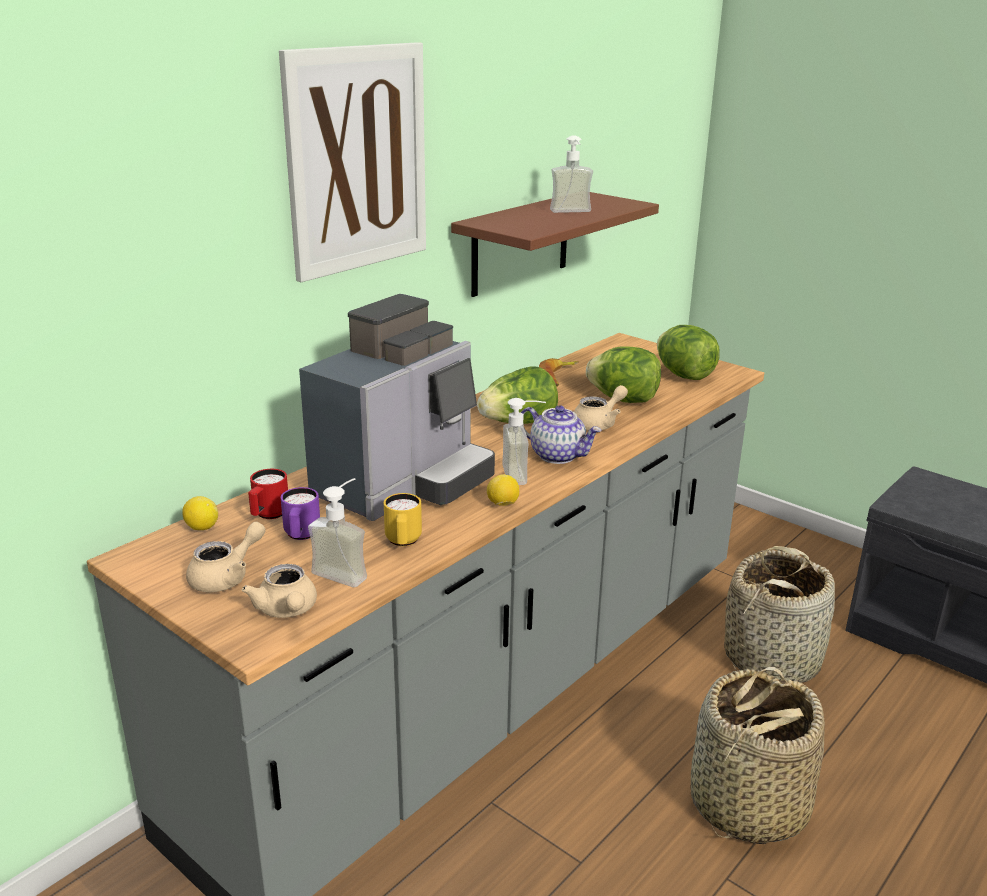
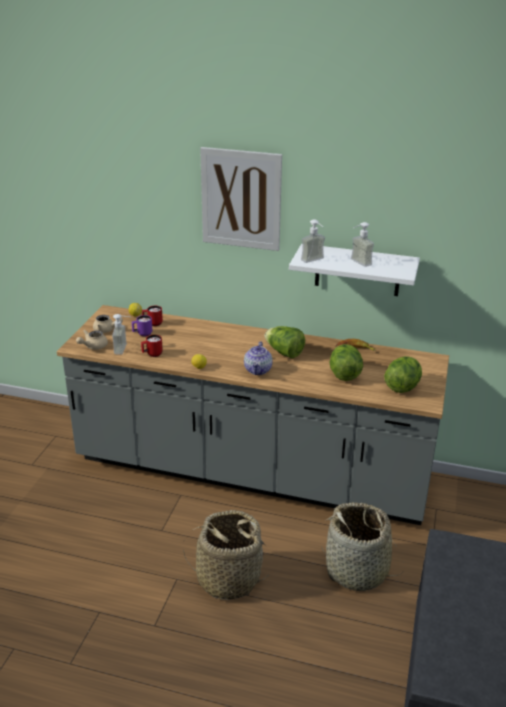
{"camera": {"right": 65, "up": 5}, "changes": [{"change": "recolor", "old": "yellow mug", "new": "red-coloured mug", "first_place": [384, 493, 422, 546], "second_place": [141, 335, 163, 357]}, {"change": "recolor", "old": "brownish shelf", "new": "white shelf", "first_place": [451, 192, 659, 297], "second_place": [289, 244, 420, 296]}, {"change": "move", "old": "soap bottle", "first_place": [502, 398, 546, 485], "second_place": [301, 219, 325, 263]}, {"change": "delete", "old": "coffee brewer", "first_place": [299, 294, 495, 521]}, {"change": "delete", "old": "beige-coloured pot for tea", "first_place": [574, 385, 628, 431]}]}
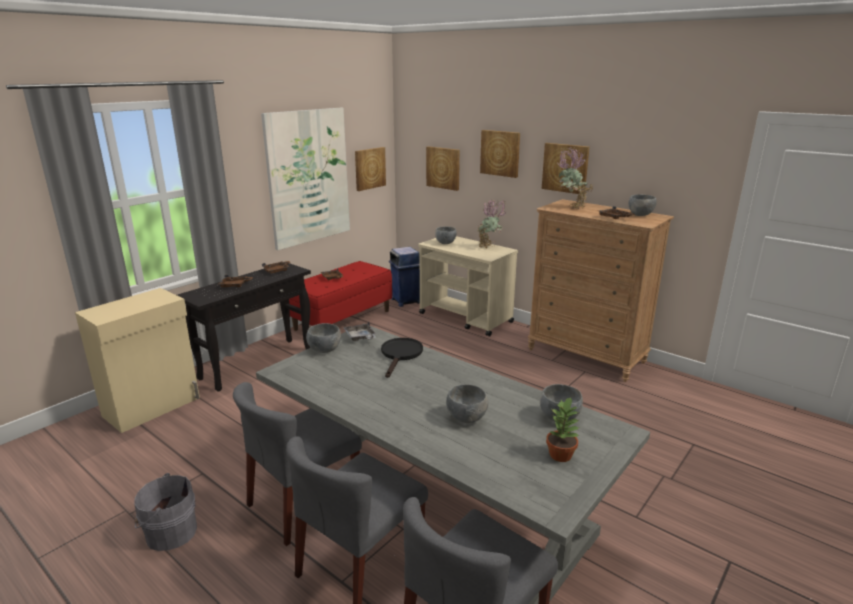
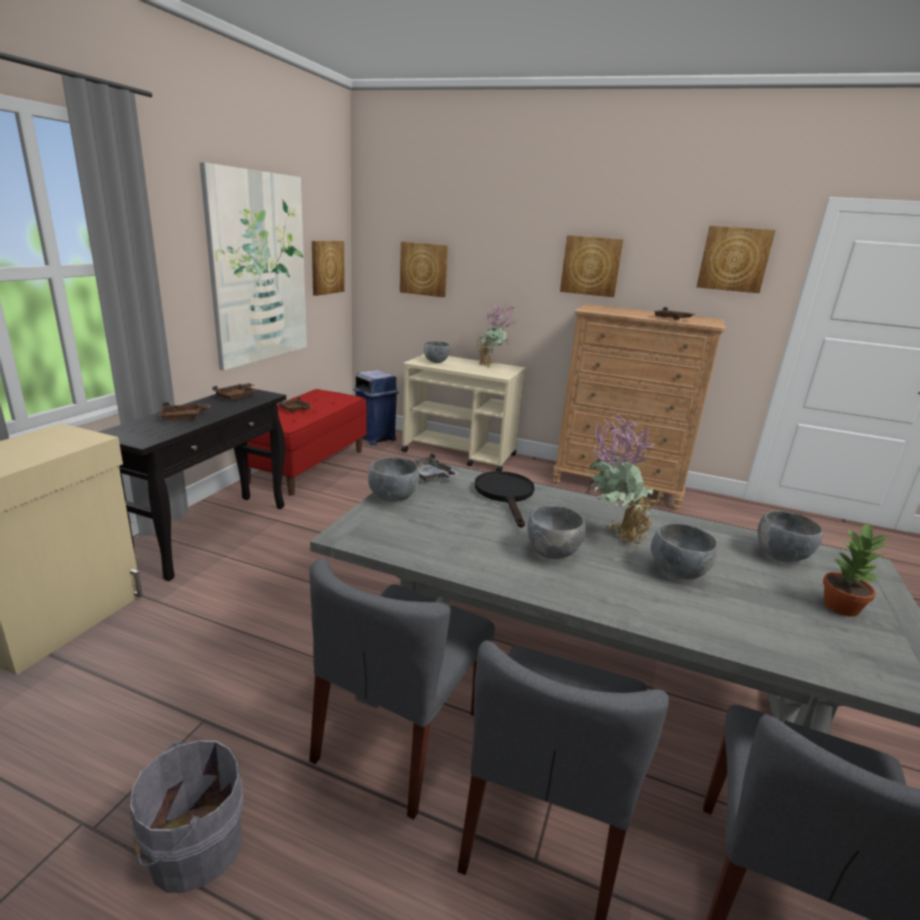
{"camera": {"right": -20, "up": 0}, "changes": [{"change": "move", "old": "greyish deep dish", "first_place": [629, 194, 657, 216], "second_place": [527, 505, 586, 559]}, {"change": "move", "old": "houseplant", "first_place": [558, 147, 593, 209], "second_place": [587, 413, 668, 547]}, {"change": "move", "old": "picture", "first_place": [480, 130, 520, 178], "second_place": [697, 226, 776, 293]}]}
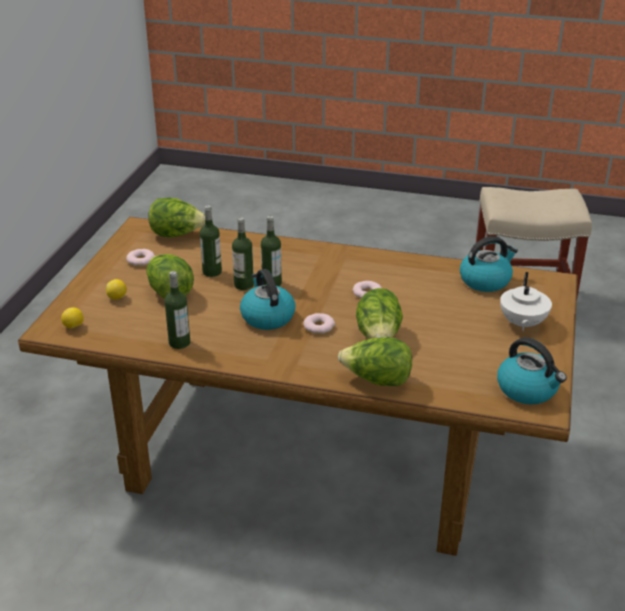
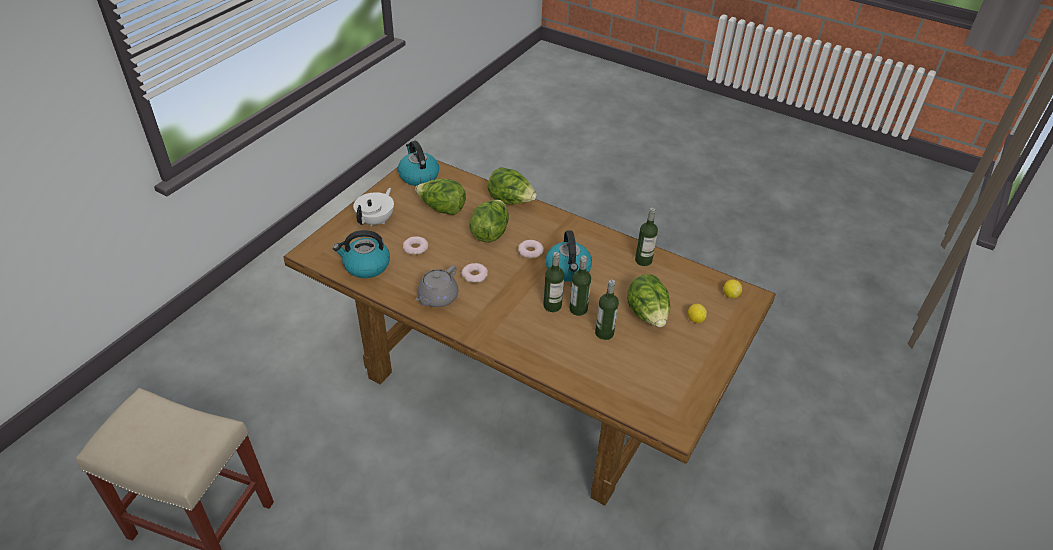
{"camera": {"right": -165, "up": 10}, "changes": [{"change": "move", "old": "donut", "first_place": [126, 249, 155, 266], "second_place": [403, 236, 429, 255]}, {"change": "move", "old": "lettuce", "first_place": [148, 198, 205, 238], "second_place": [415, 179, 466, 215]}, {"change": "insert", "new": "greyish pot for tea", "second_place": [415, 265, 458, 307]}]}
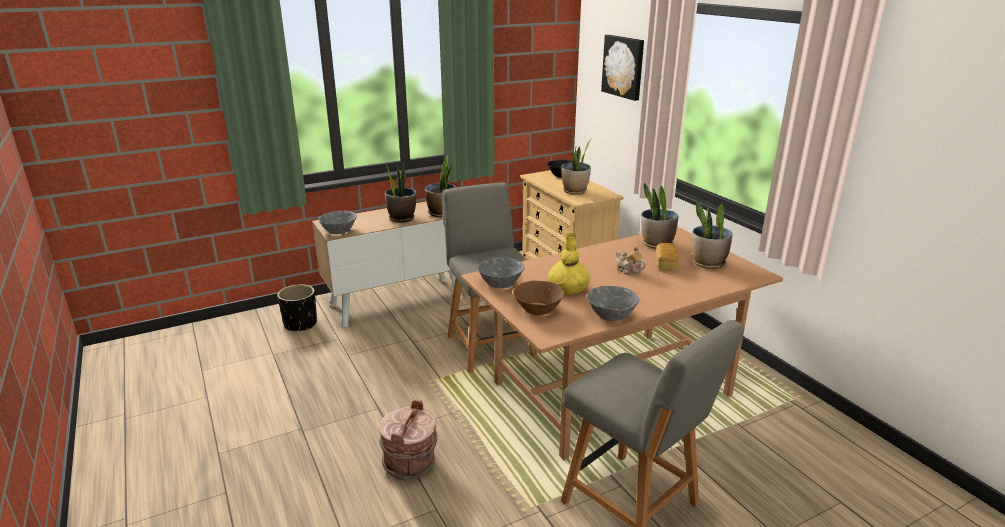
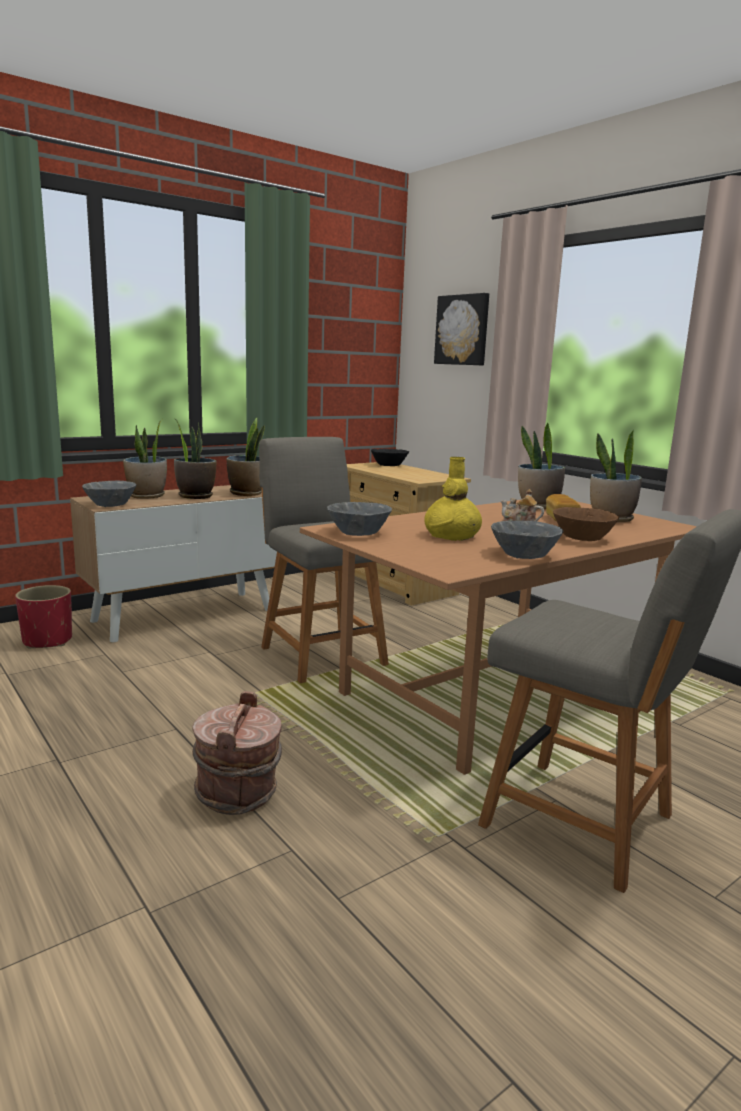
{"camera": {"right": -10, "up": -10}, "changes": [{"change": "recolor", "old": "blackish flower pot", "new": "red-coloured flower pot", "first_place": [277, 284, 317, 331], "second_place": [15, 585, 72, 649]}, {"change": "move", "old": "houseplant", "first_place": [561, 139, 591, 195], "second_place": [123, 419, 167, 499]}, {"change": "move", "old": "brownish deep dish", "first_place": [513, 280, 564, 315], "second_place": [553, 507, 619, 541]}]}
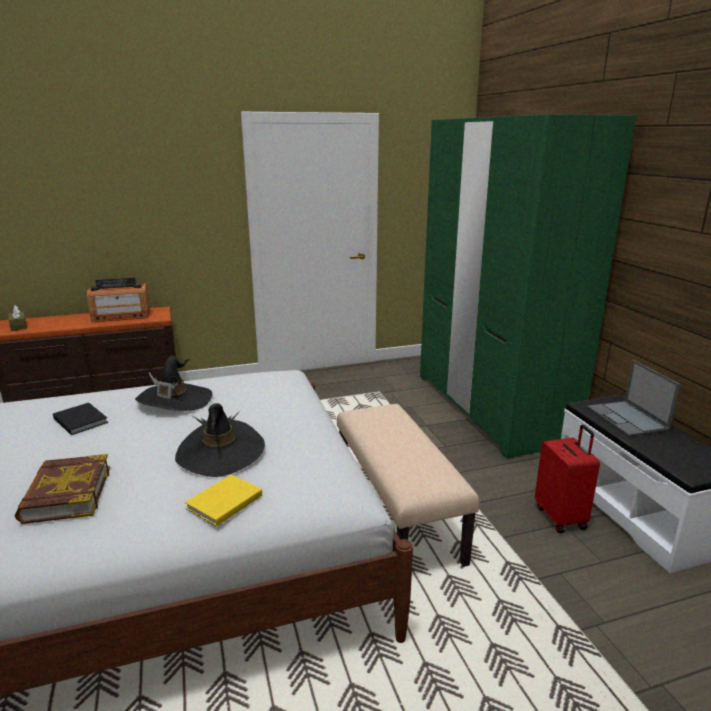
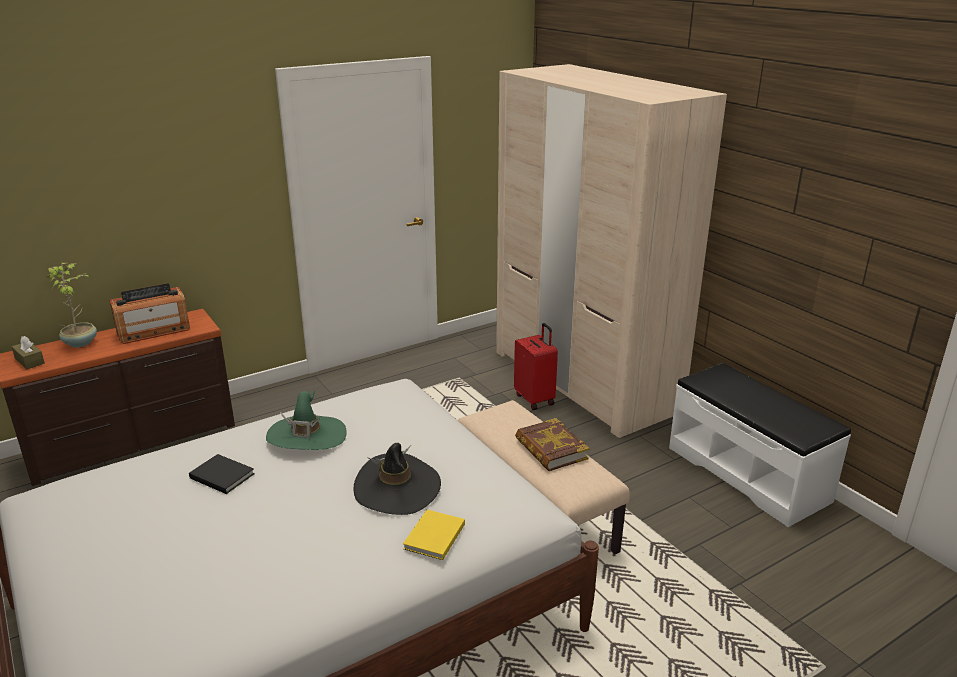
{"camera": {"right": -15, "up": 5}, "changes": [{"change": "insert", "new": "houseplant", "second_place": [46, 263, 97, 348]}, {"change": "recolor", "old": "blackish wearable hat", "new": "greenish wearable hat", "first_place": [135, 356, 212, 411], "second_place": [266, 391, 347, 450]}, {"change": "recolor", "old": "greenish wardrobe", "new": "beige-coloured wardrobe", "first_place": [420, 114, 637, 458], "second_place": [496, 64, 727, 438]}, {"change": "move", "old": "red-coloured piece of luggage", "first_place": [535, 425, 600, 533], "second_place": [514, 323, 558, 410]}, {"change": "move", "old": "book", "first_place": [15, 454, 110, 524], "second_place": [515, 418, 589, 471]}, {"change": "delete", "old": "portable computer", "first_place": [587, 360, 681, 437]}]}
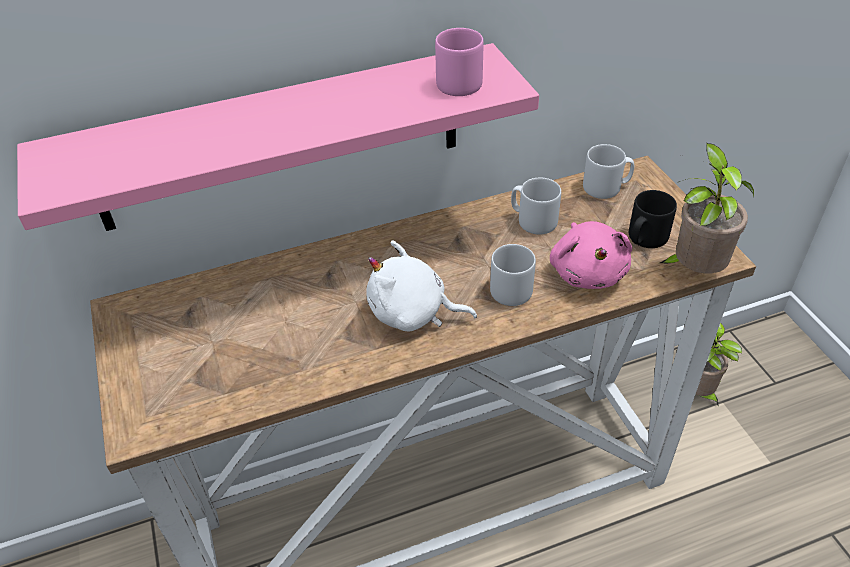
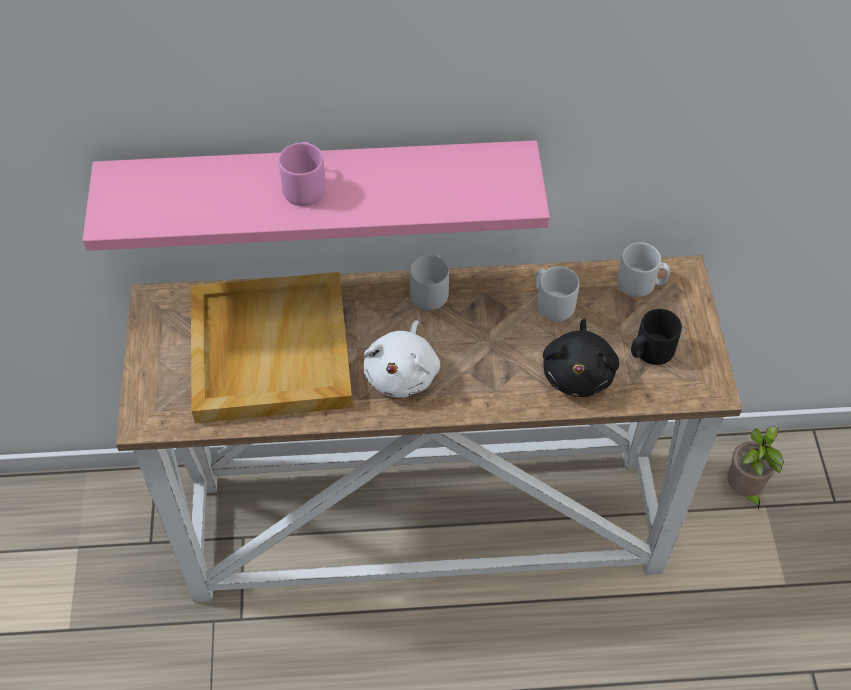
{"camera": {"right": 15, "up": 10}, "changes": [{"change": "insert", "new": "beige-coloured tray", "second_place": [191, 272, 353, 423]}, {"change": "move", "old": "pink mug", "first_place": [435, 28, 484, 96], "second_place": [279, 142, 326, 206]}, {"change": "rotate", "old": "white soft toy", "first_place": [366, 241, 477, 331], "second_place": [364, 320, 440, 398], "degrees": -105}, {"change": "move", "old": "greyish mug", "first_place": [490, 244, 536, 306], "second_place": [410, 254, 449, 310]}, {"change": "recolor", "old": "pink soft toy", "new": "blackish soft toy", "first_place": [550, 221, 632, 289], "second_place": [543, 319, 619, 397]}, {"change": "delete", "old": "houseplant", "first_place": [660, 143, 754, 273]}]}
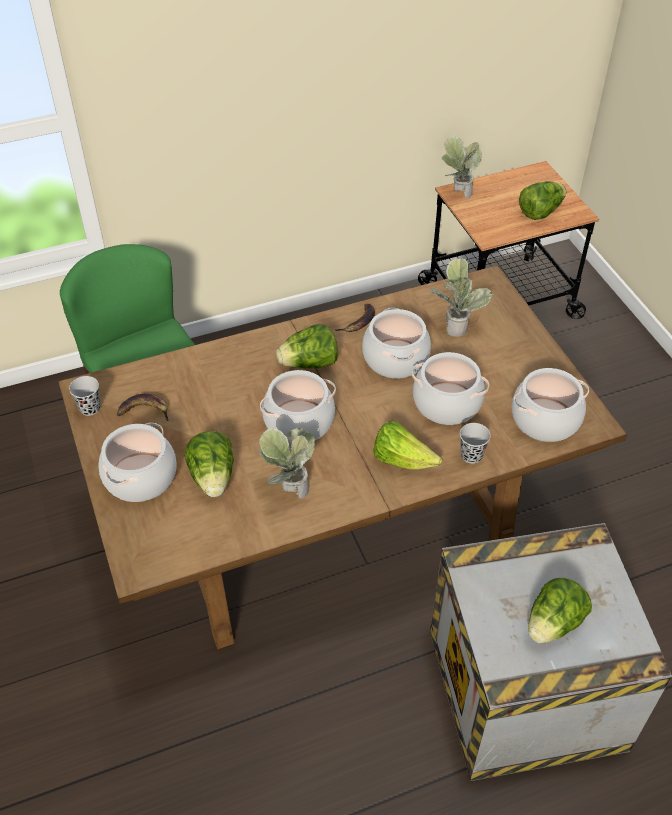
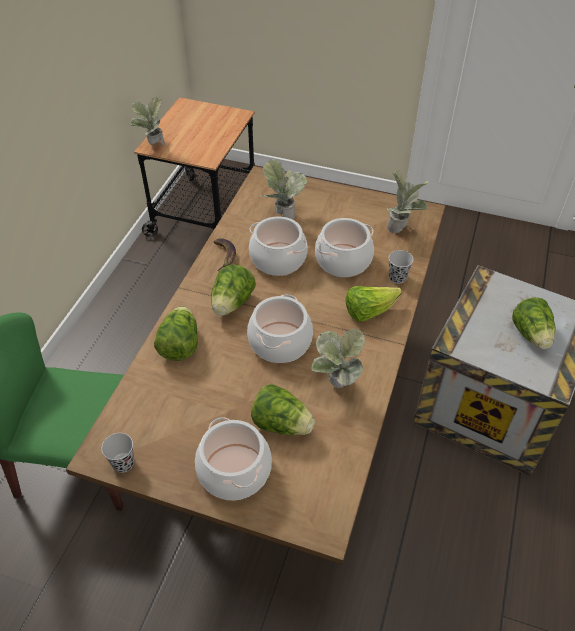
{"camera": {"right": -50, "up": 0}, "changes": [{"change": "move", "old": "lettuce", "first_place": [519, 181, 566, 220], "second_place": [154, 306, 198, 361]}, {"change": "replace", "old": "cooking pot", "new": "houseplant", "first_place": [512, 368, 589, 442], "second_place": [387, 170, 428, 233]}, {"change": "delete", "old": "banana fruit", "first_place": [117, 394, 169, 421]}]}
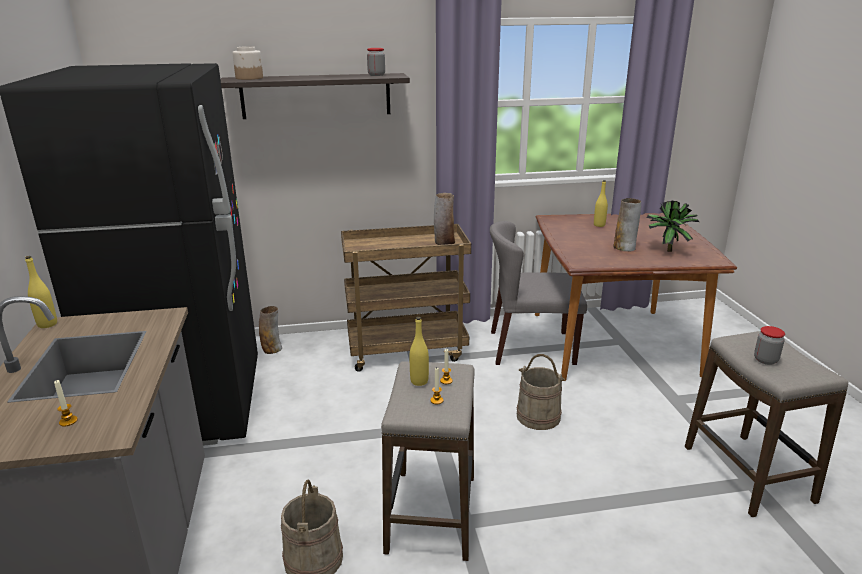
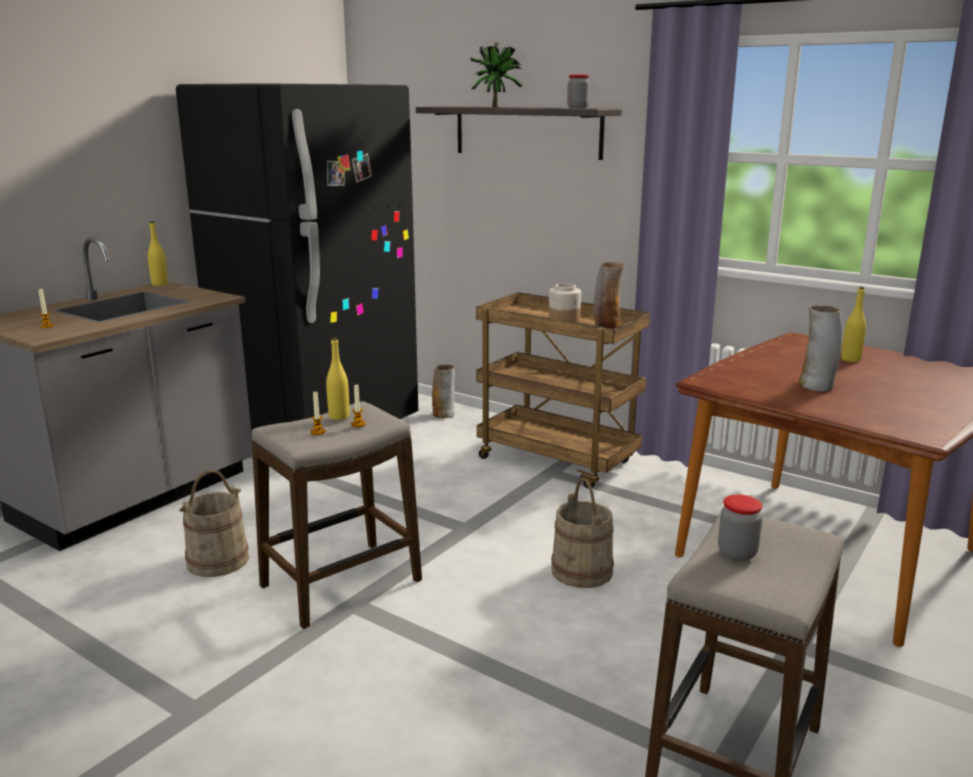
{"camera": {"right": 45, "up": -5}, "changes": [{"change": "move", "old": "houseplant", "first_place": [646, 201, 699, 252], "second_place": [470, 43, 524, 107]}, {"change": "move", "old": "jar", "first_place": [232, 46, 263, 80], "second_place": [549, 283, 581, 322]}, {"change": "delete", "old": "greyish chair", "first_place": [490, 221, 587, 365]}]}
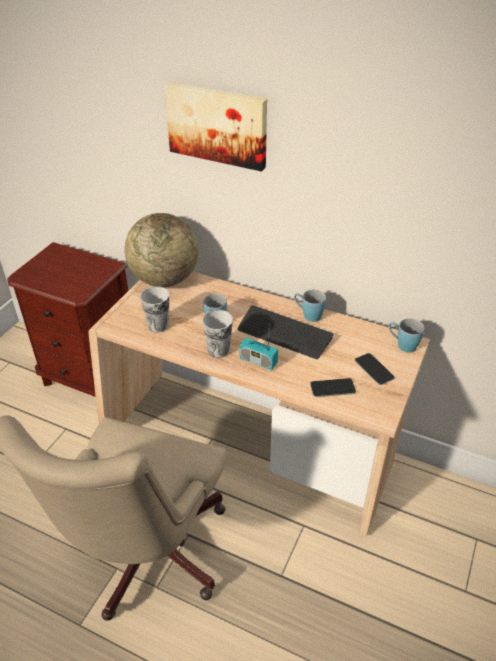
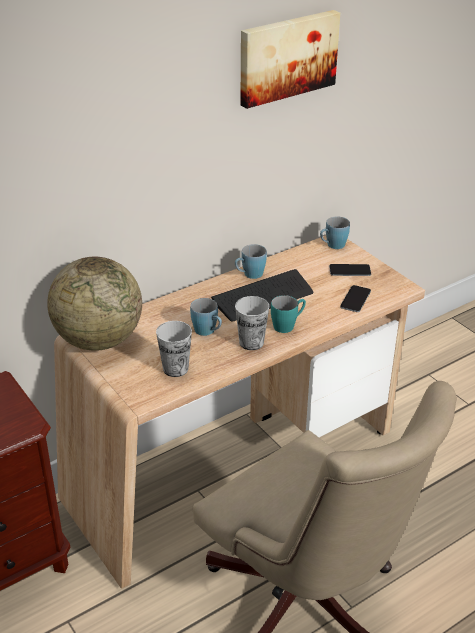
{"camera": {"right": -60, "up": -5}, "changes": [{"change": "move", "old": "picture", "first_place": [164, 82, 267, 172], "second_place": [240, 10, 340, 109]}, {"change": "replace", "old": "radio receiver", "new": "turquoise mug", "first_place": [239, 317, 278, 370], "second_place": [271, 295, 306, 333]}]}
